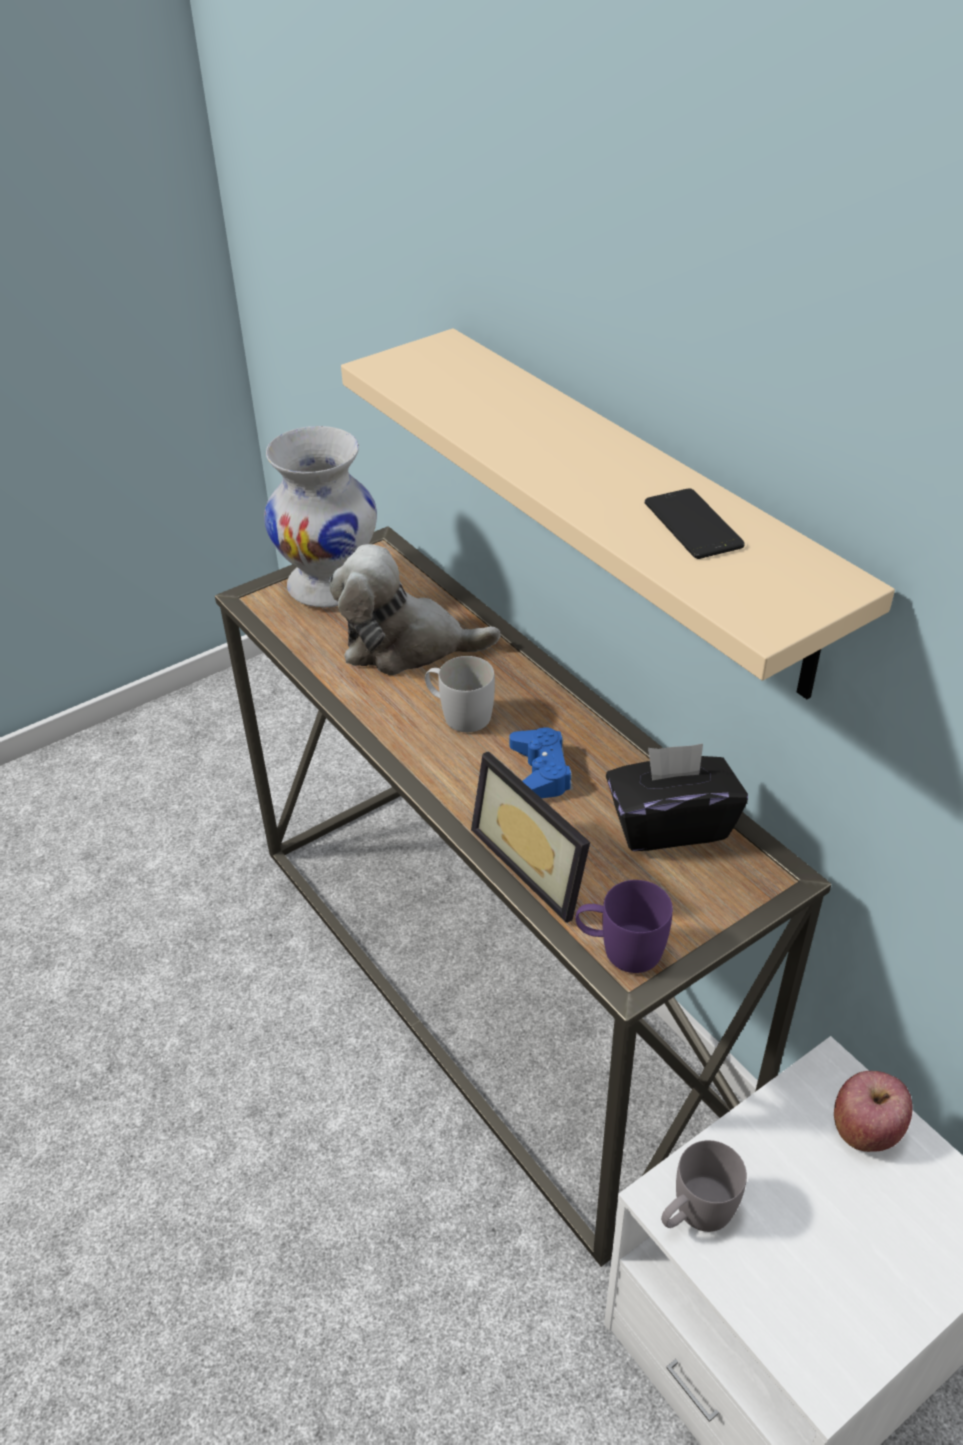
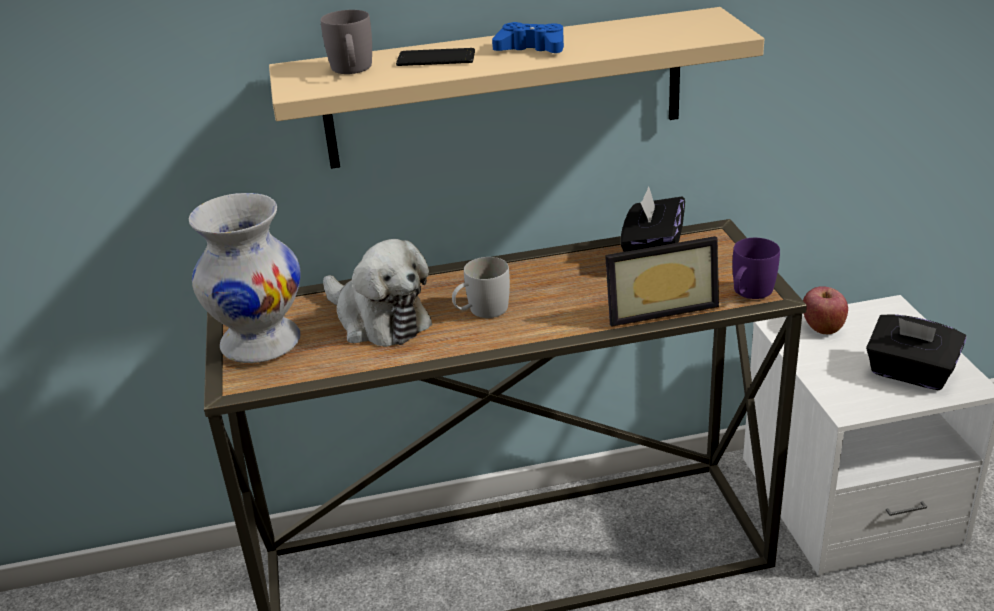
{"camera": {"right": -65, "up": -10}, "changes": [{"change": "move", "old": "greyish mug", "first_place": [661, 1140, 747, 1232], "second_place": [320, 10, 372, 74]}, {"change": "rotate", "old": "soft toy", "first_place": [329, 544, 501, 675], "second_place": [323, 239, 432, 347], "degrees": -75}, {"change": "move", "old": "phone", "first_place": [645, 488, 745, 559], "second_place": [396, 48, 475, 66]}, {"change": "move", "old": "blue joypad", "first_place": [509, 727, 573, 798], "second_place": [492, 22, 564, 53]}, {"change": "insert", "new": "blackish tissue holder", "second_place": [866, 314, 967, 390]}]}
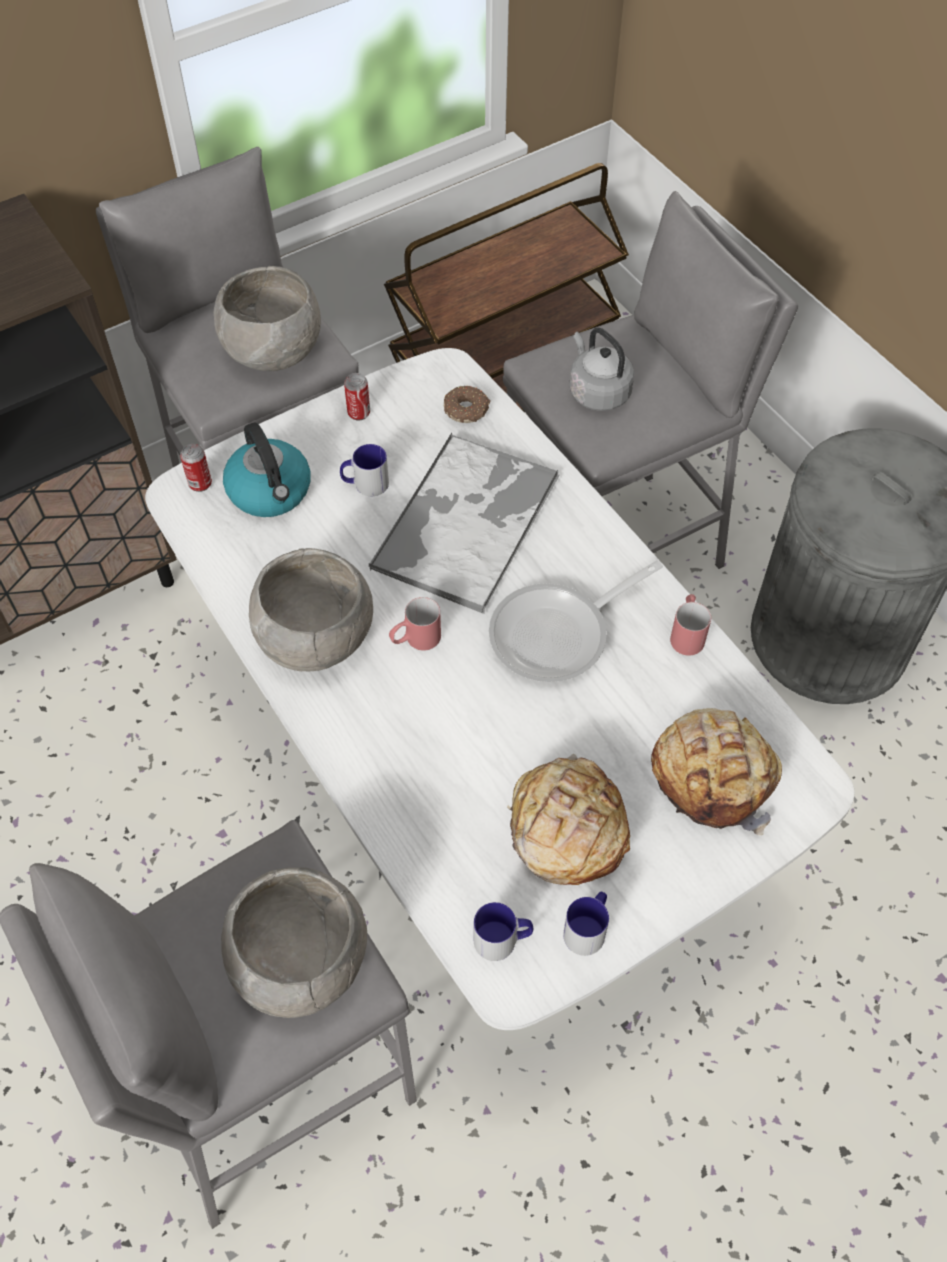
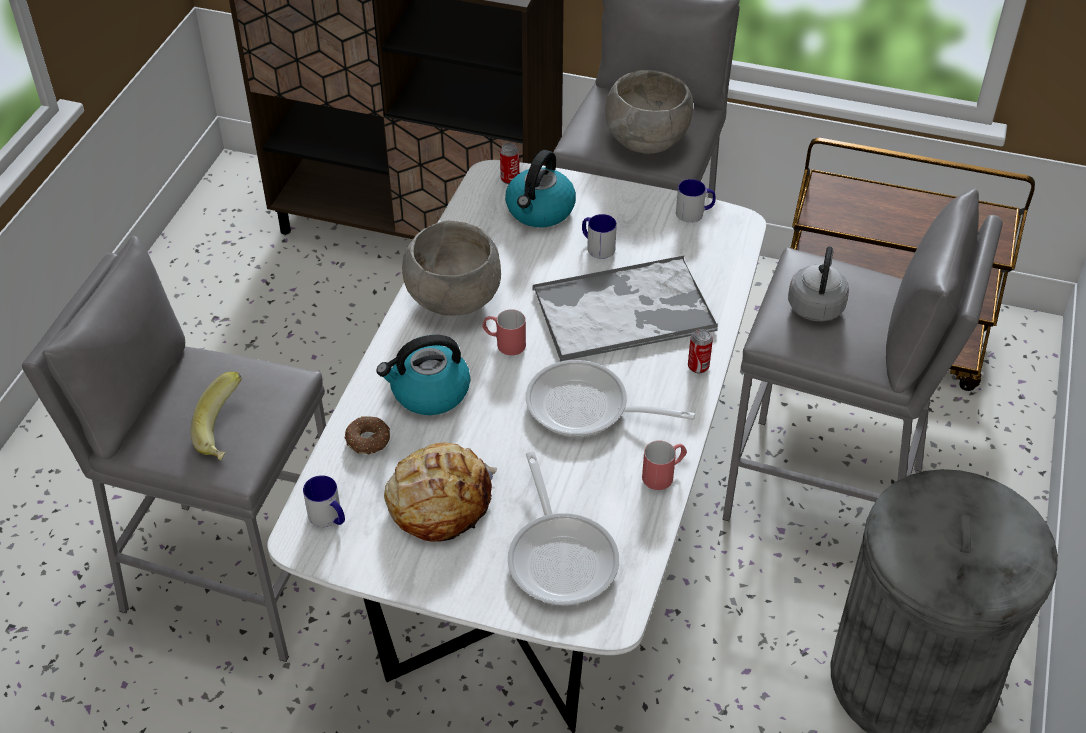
{"camera": {"right": 50, "up": -10}, "changes": [{"change": "replace", "old": "greyish deep dish", "new": "banana fruit", "first_place": [221, 867, 367, 1018], "second_place": [190, 372, 242, 460]}, {"change": "move", "old": "donut", "first_place": [444, 386, 491, 423], "second_place": [345, 416, 390, 454]}, {"change": "insert", "new": "water kettle", "second_place": [376, 335, 470, 415]}, {"change": "replace", "old": "bakery bread", "new": "skillet", "first_place": [651, 708, 782, 835], "second_place": [508, 451, 619, 605]}, {"change": "move", "old": "mug", "first_place": [563, 892, 609, 956], "second_place": [676, 179, 716, 223]}, {"change": "move", "old": "can", "first_place": [344, 373, 370, 421], "second_place": [688, 329, 713, 373]}]}
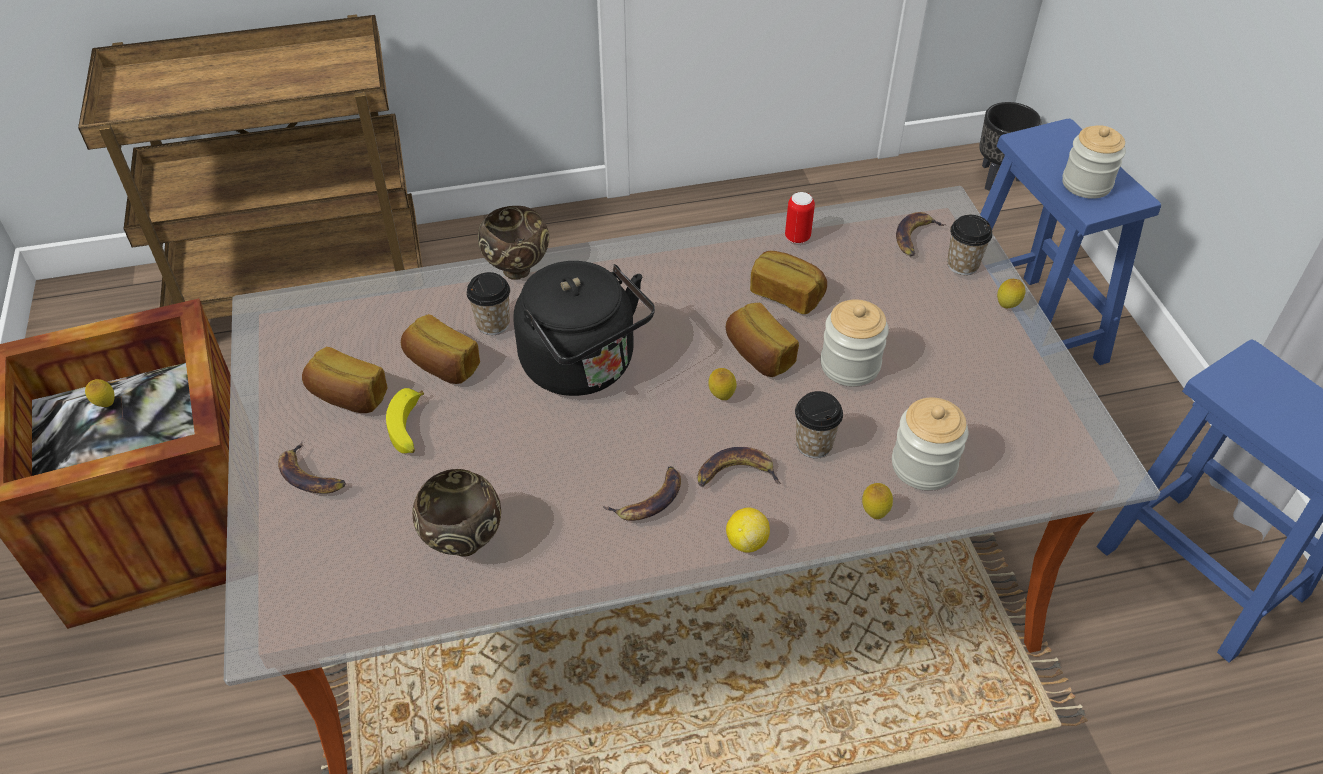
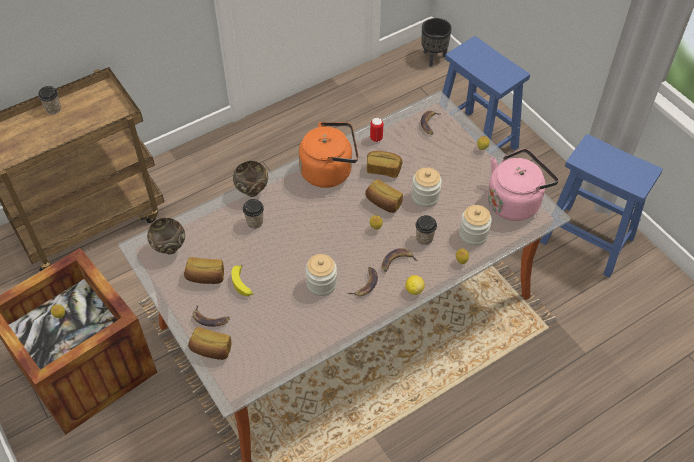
{"camera": {"right": -20, "up": 5}, "changes": [{"change": "move", "old": "small cup", "first_place": [947, 215, 992, 275], "second_place": [38, 86, 61, 114]}, {"change": "move", "old": "brownish deep dish", "first_place": [412, 469, 501, 556], "second_place": [147, 218, 185, 254]}, {"change": "move", "old": "bakery bread", "first_place": [401, 314, 480, 384], "second_place": [188, 327, 232, 360]}, {"change": "insert", "new": "orange-coloured water kettle", "second_place": [299, 122, 358, 188]}, {"change": "move", "old": "jar", "first_place": [1062, 125, 1126, 199], "second_place": [305, 254, 337, 296]}, {"change": "insert", "new": "pink water kettle", "second_place": [487, 148, 559, 221]}, {"change": "delete", "old": "blackish water kettle", "first_place": [514, 261, 655, 396]}]}
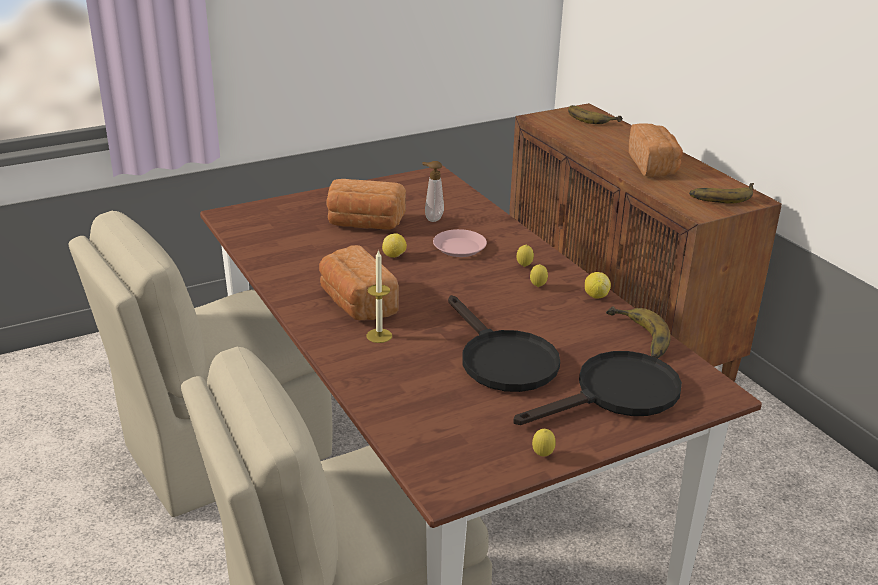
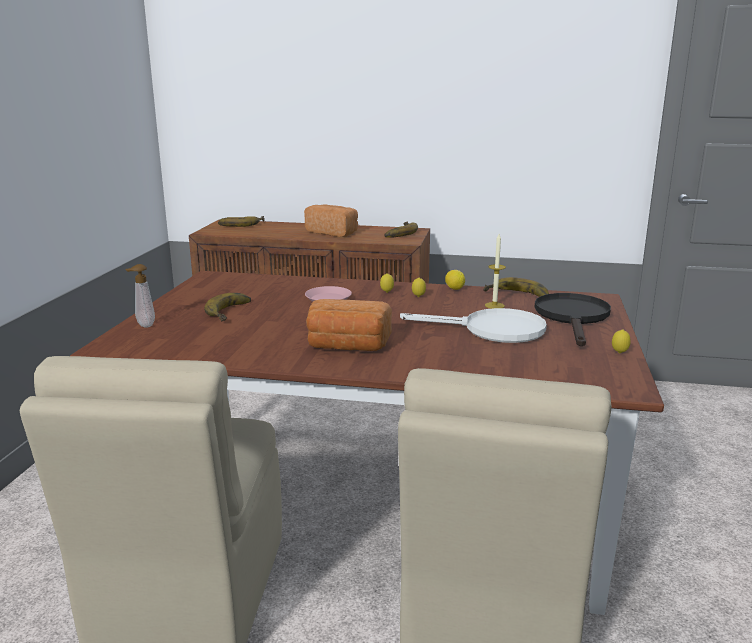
{"camera": {"right": -50, "up": -10}, "changes": [{"change": "move", "old": "soap bottle", "first_place": [422, 161, 444, 222], "second_place": [125, 264, 155, 328]}, {"change": "replace", "old": "bakery bread", "new": "banana fruit", "first_place": [326, 179, 406, 230], "second_place": [204, 293, 251, 321]}, {"change": "recolor", "old": "blackish skillet", "new": "white skillet", "first_place": [448, 295, 560, 392], "second_place": [400, 308, 547, 343]}, {"change": "move", "old": "wax candle", "first_place": [366, 249, 392, 343], "second_place": [485, 234, 506, 309]}, {"change": "delete", "old": "lemon", "first_place": [382, 233, 407, 258]}]}
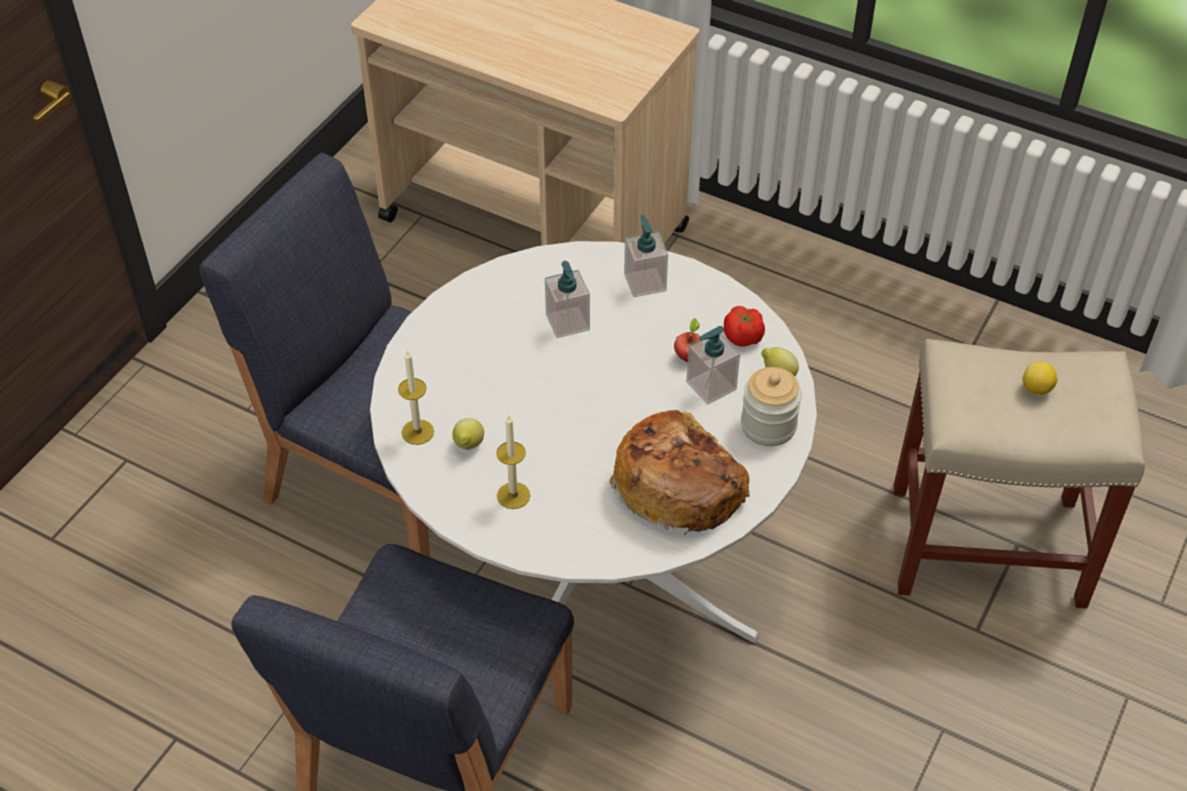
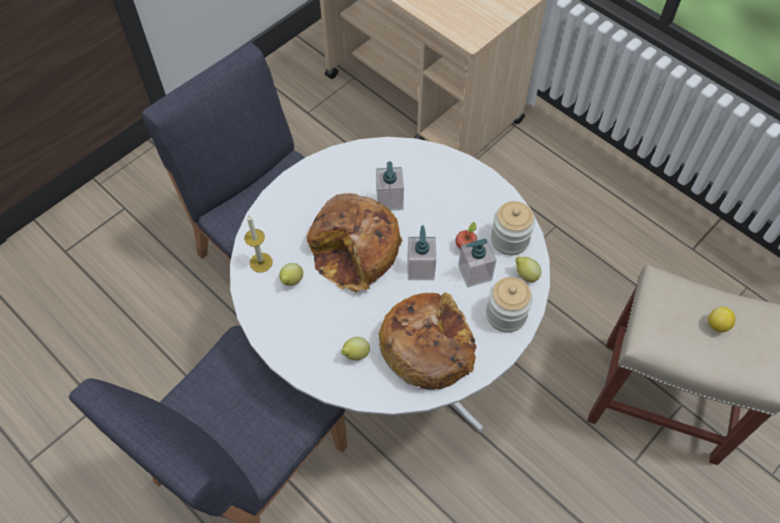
{"camera": {"right": 15, "up": 10}, "changes": [{"change": "insert", "new": "bakery bread", "second_place": [306, 193, 402, 292]}, {"change": "insert", "new": "lemon", "second_place": [341, 337, 370, 360]}, {"change": "move", "old": "soap bottle", "first_place": [624, 215, 668, 297], "second_place": [407, 225, 436, 280]}, {"change": "replace", "old": "whole tomato", "new": "jar", "first_place": [724, 306, 765, 346], "second_place": [491, 201, 535, 255]}, {"change": "delete", "old": "wax candle", "first_place": [496, 415, 530, 509]}]}
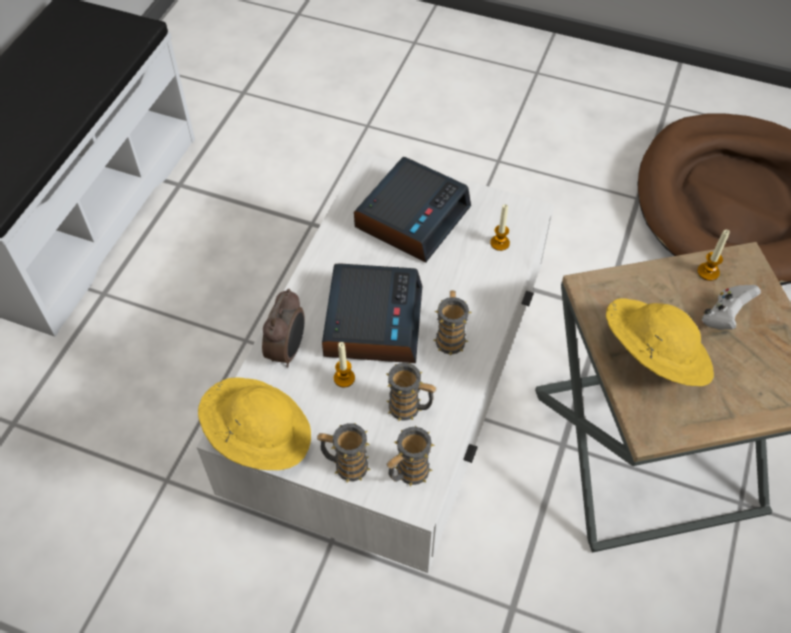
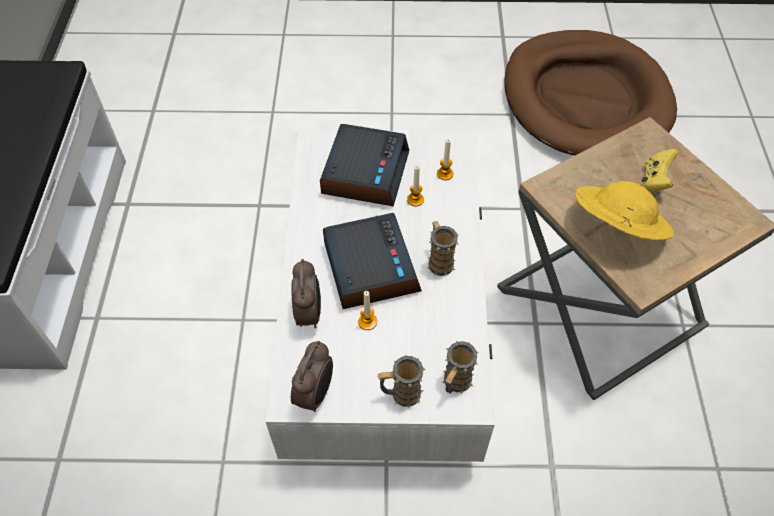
{"camera": {"right": -20, "up": 0}, "changes": [{"change": "replace", "old": "yellow wearable hat", "new": "bedside clock", "first_place": [198, 378, 311, 470], "second_place": [291, 341, 333, 412]}, {"change": "move", "old": "wax candle", "first_place": [697, 230, 730, 281], "second_place": [407, 165, 424, 206]}, {"change": "recolor", "old": "white joypad", "new": "yellow joypad", "first_place": [702, 285, 761, 330], "second_place": [641, 149, 678, 191]}, {"change": "delete", "old": "mug", "first_place": [386, 363, 436, 421]}]}
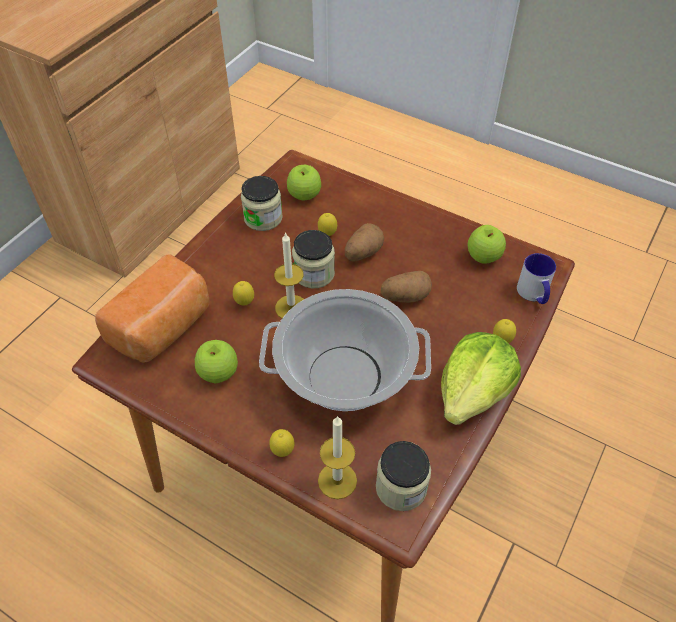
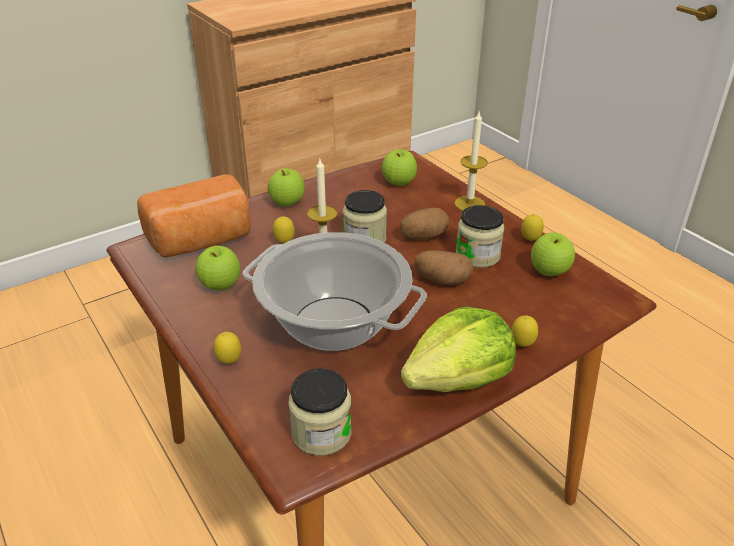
{"camera": {"right": 25, "up": -15}, "changes": [{"change": "insert", "new": "apple", "second_place": [268, 168, 305, 207]}, {"change": "move", "old": "wax candle", "first_place": [318, 416, 357, 499], "second_place": [454, 112, 488, 211]}, {"change": "move", "old": "jar", "first_place": [241, 176, 283, 231], "second_place": [456, 205, 505, 268]}, {"change": "move", "old": "lemon", "first_place": [318, 213, 337, 236], "second_place": [521, 214, 544, 241]}, {"change": "delete", "old": "mug", "first_place": [517, 253, 556, 304]}]}
